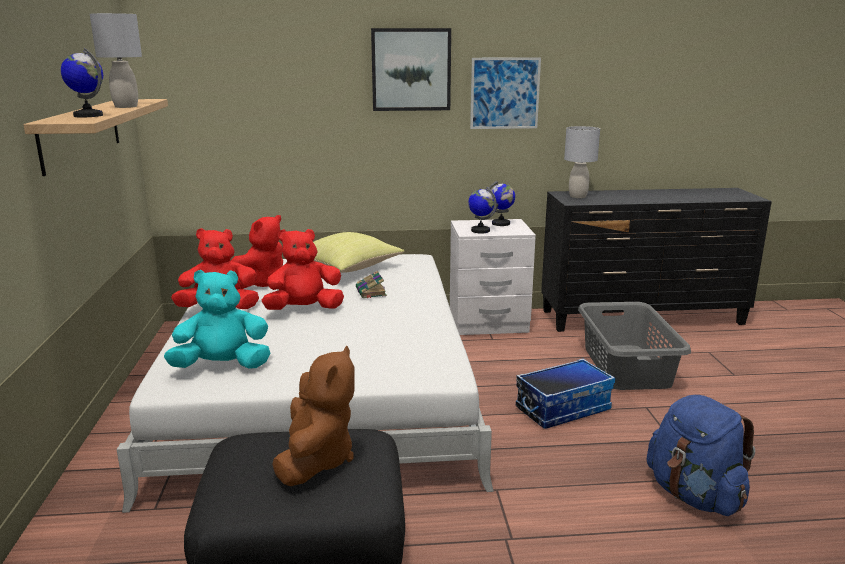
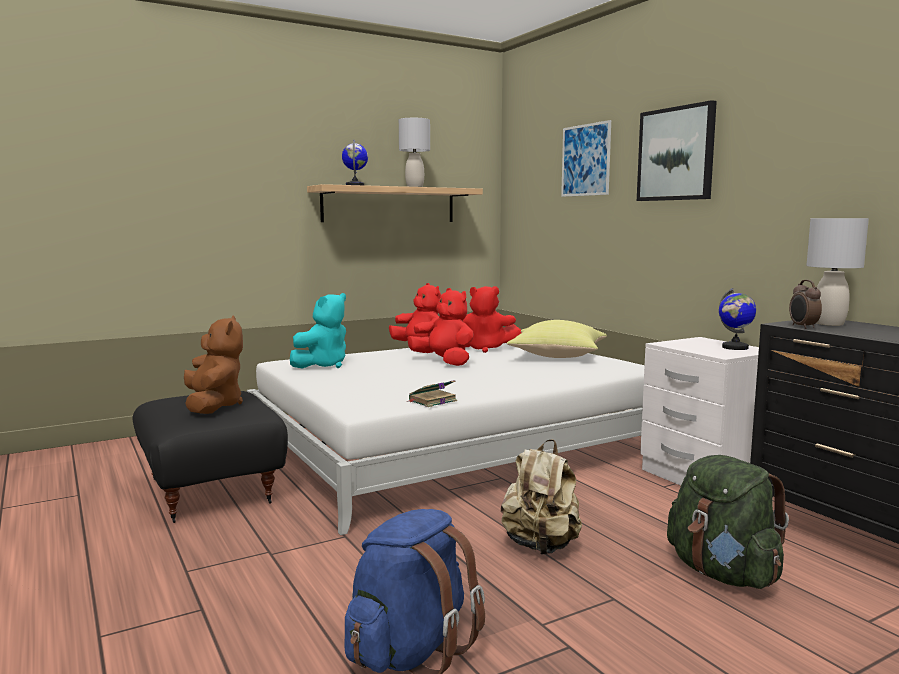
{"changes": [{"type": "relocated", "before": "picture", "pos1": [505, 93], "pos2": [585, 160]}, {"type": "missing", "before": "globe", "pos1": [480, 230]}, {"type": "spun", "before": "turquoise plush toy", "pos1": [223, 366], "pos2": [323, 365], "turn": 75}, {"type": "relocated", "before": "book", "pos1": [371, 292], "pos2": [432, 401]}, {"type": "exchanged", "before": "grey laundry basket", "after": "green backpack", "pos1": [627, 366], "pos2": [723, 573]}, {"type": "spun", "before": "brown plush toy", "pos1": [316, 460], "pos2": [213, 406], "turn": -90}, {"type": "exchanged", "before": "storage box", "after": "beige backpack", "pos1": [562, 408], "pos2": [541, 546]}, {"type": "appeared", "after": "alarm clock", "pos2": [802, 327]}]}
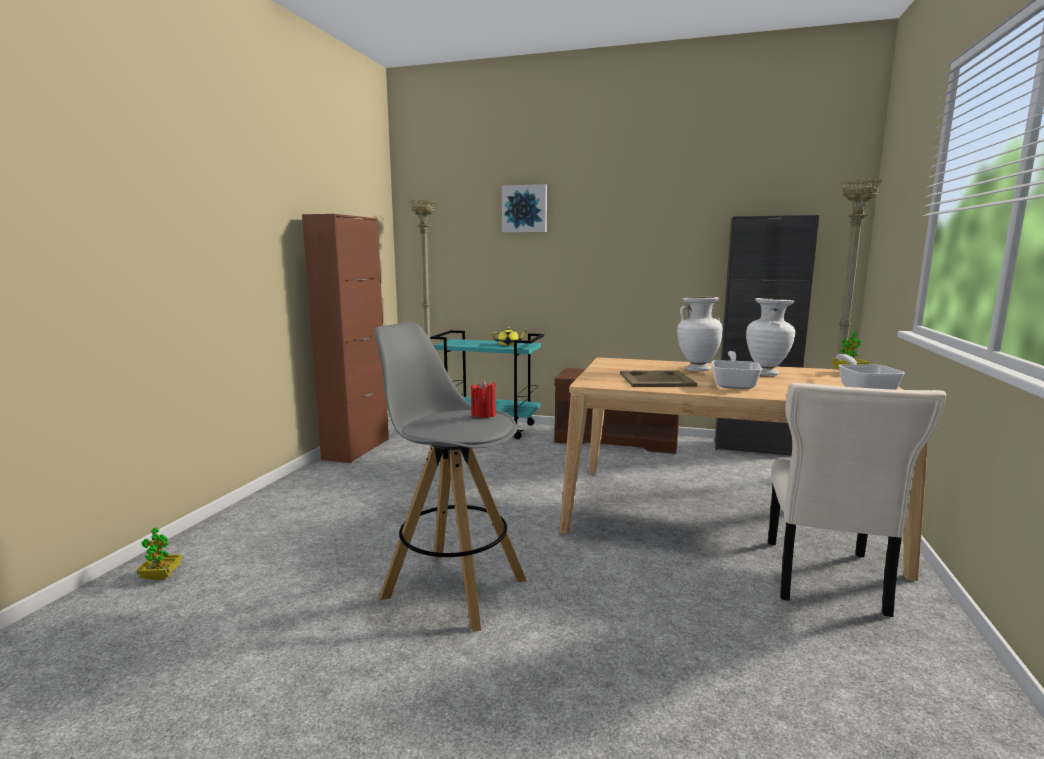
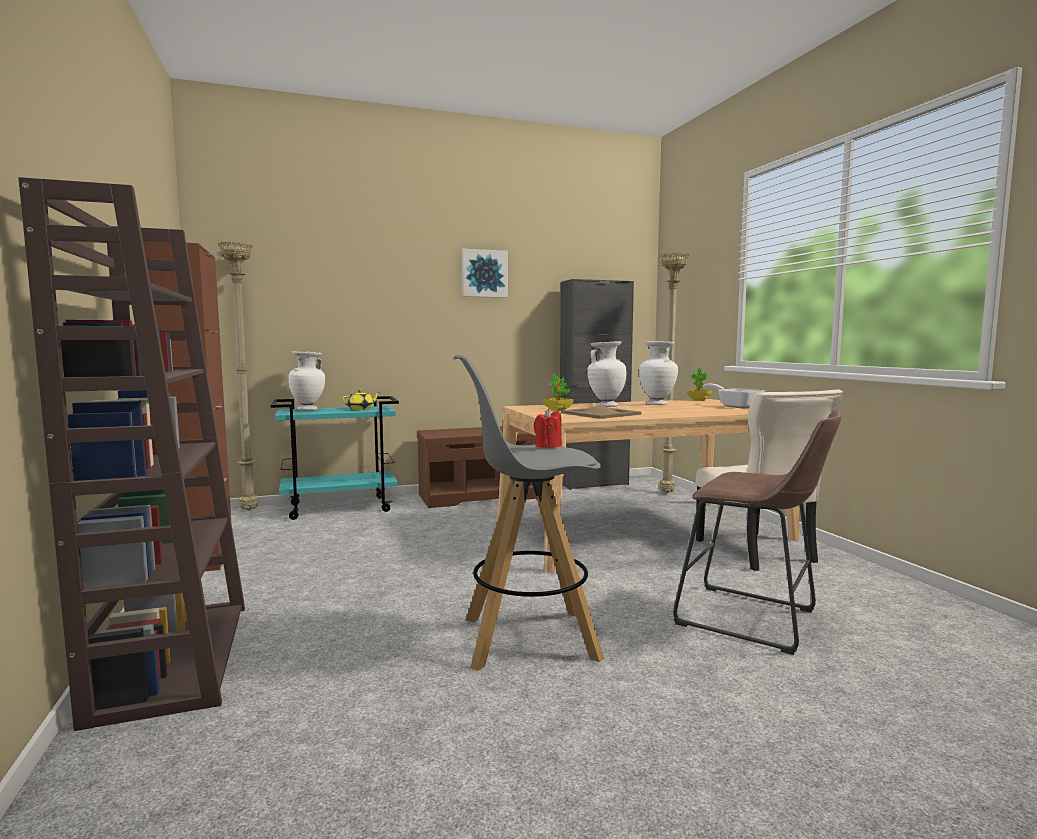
{"changes": [{"type": "relocated", "before": "picture", "pos1": [525, 209], "pos2": [484, 273]}, {"type": "missing", "before": "frying pan", "pos1": [734, 384]}, {"type": "relocated", "before": "potted plant", "pos1": [161, 576], "pos2": [557, 410]}, {"type": "appeared", "after": "brown bookcase", "pos2": [173, 657]}, {"type": "appeared", "after": "white vase", "pos2": [308, 410]}, {"type": "appeared", "after": "brown stool", "pos2": [754, 620]}]}
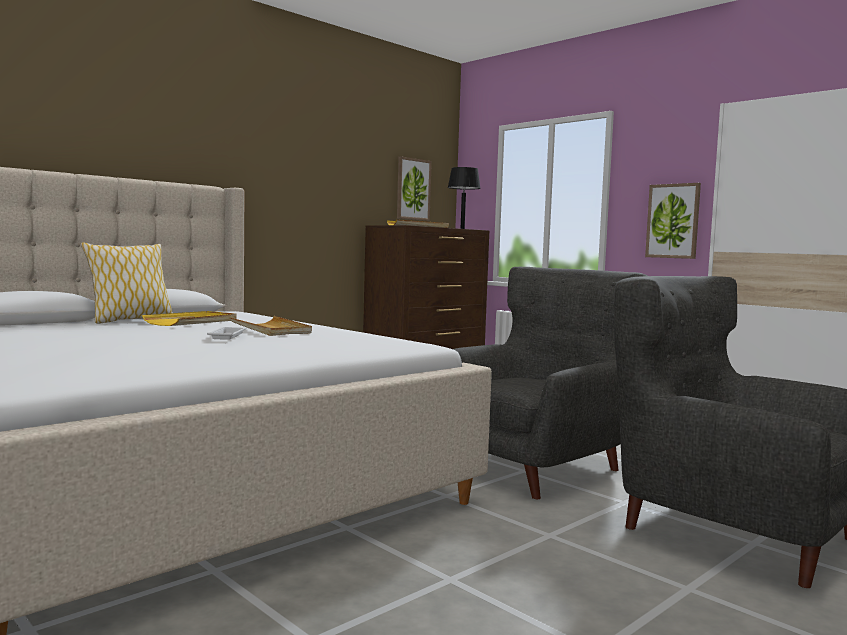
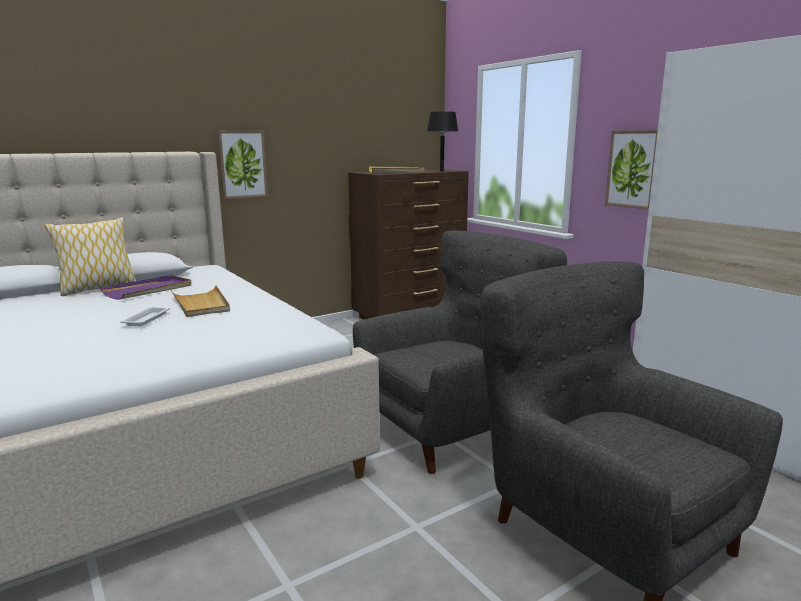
{"changes": [{"type": "relocated", "before": "picture", "pos1": [413, 189], "pos2": [242, 164]}, {"type": "colour", "before": "yellow tray", "after": "purple tray", "pos1": [192, 322], "pos2": [148, 290]}]}
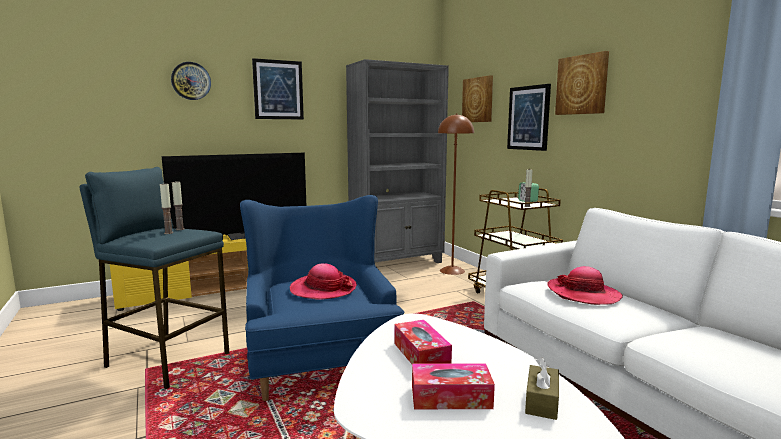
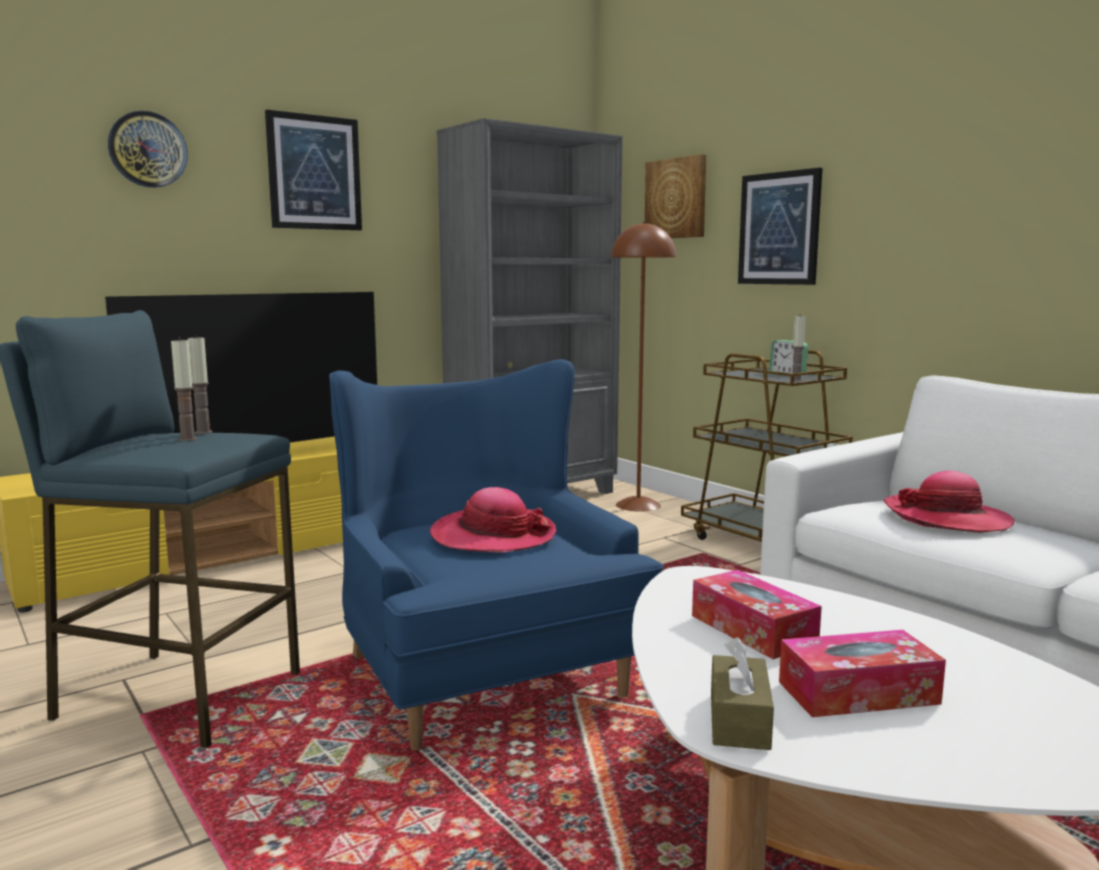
{"changes": [{"type": "missing", "before": "picture", "pos1": [582, 85]}, {"type": "relocated", "before": "brown tissue box", "pos1": [542, 401], "pos2": [739, 720]}]}
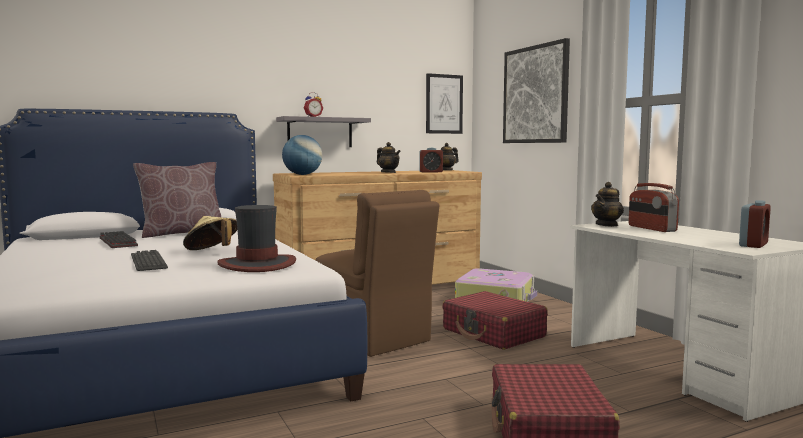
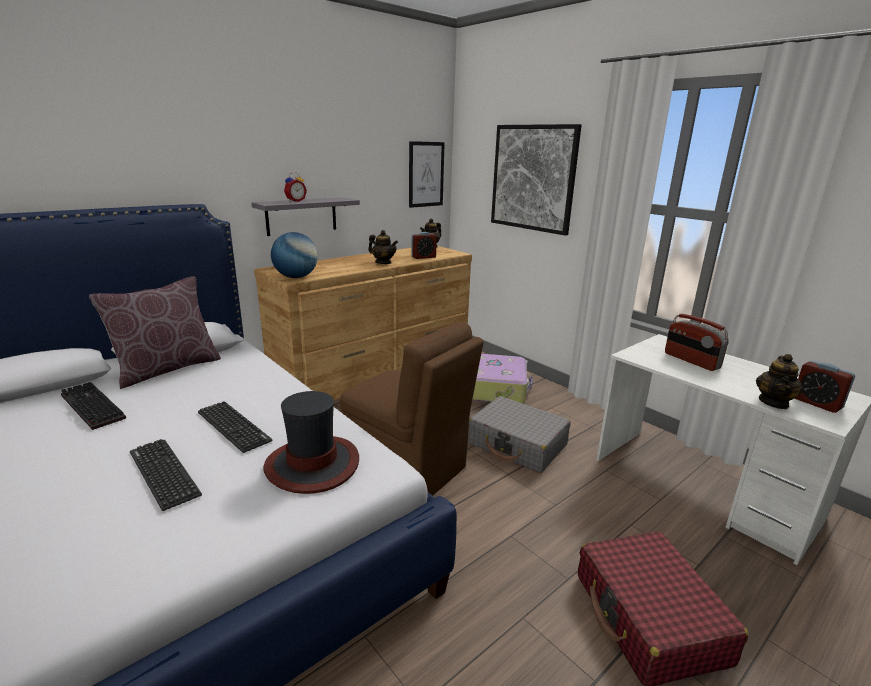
{"changes": [{"type": "relocated", "before": "teapot", "pos1": [607, 225], "pos2": [774, 402]}, {"type": "spun", "before": "alarm clock", "pos1": [753, 245], "pos2": [816, 403], "turn": 120}, {"type": "exchanged", "before": "beige hat", "after": "keyboard", "pos1": [212, 251], "pos2": [233, 426]}, {"type": "colour", "before": "red suitcase", "after": "grey suitcase", "pos1": [493, 333], "pos2": [517, 445]}]}
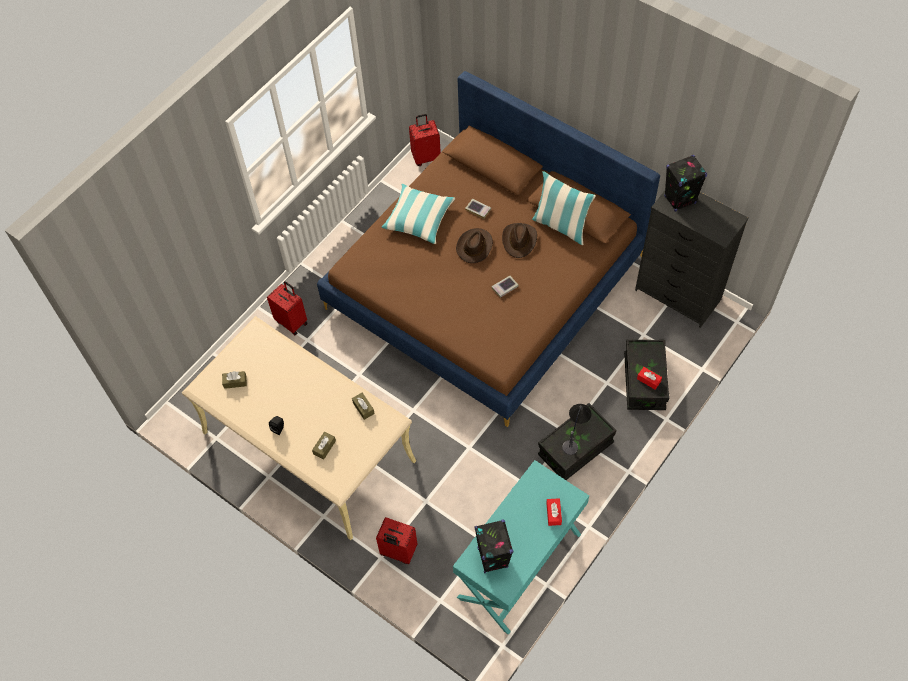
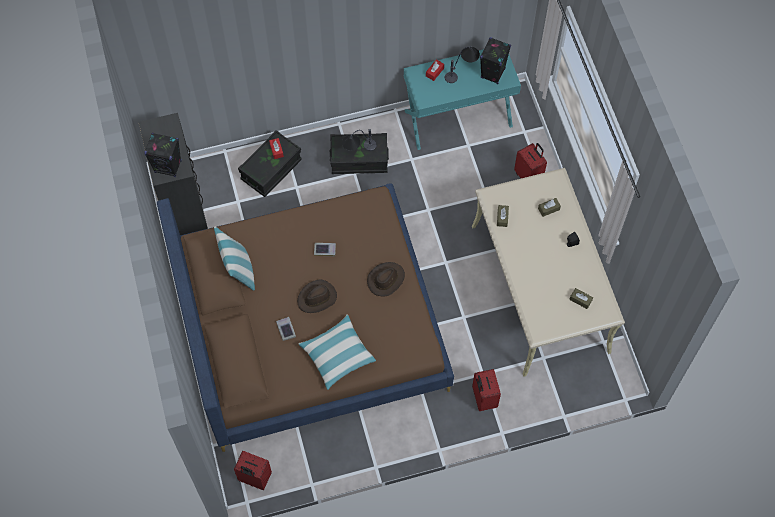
{"changes": [{"type": "relocated", "before": "brown hat", "pos1": [519, 240], "pos2": [386, 279]}, {"type": "appeared", "after": "table lamp", "pos2": [462, 71]}]}
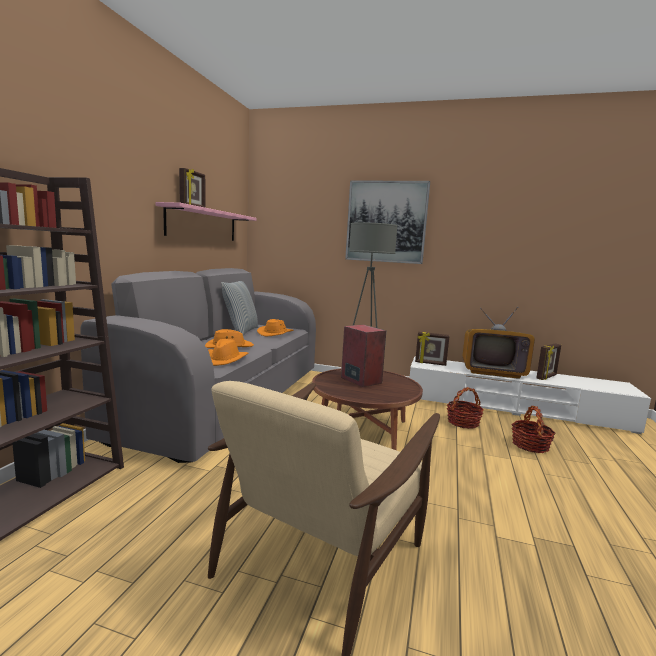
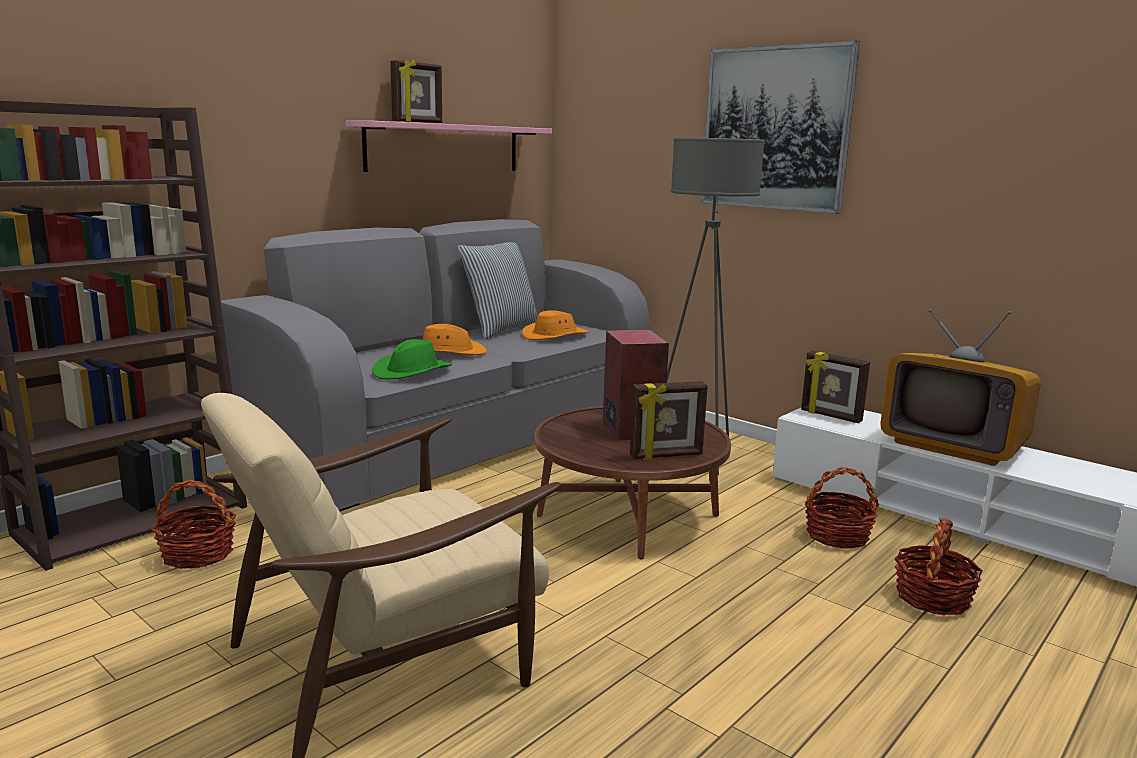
{"changes": [{"type": "colour", "before": "orange hat", "after": "green hat", "pos1": [224, 359], "pos2": [412, 371]}, {"type": "relocated", "before": "picture frame", "pos1": [547, 377], "pos2": [666, 456]}, {"type": "appeared", "after": "basket", "pos2": [197, 554]}]}
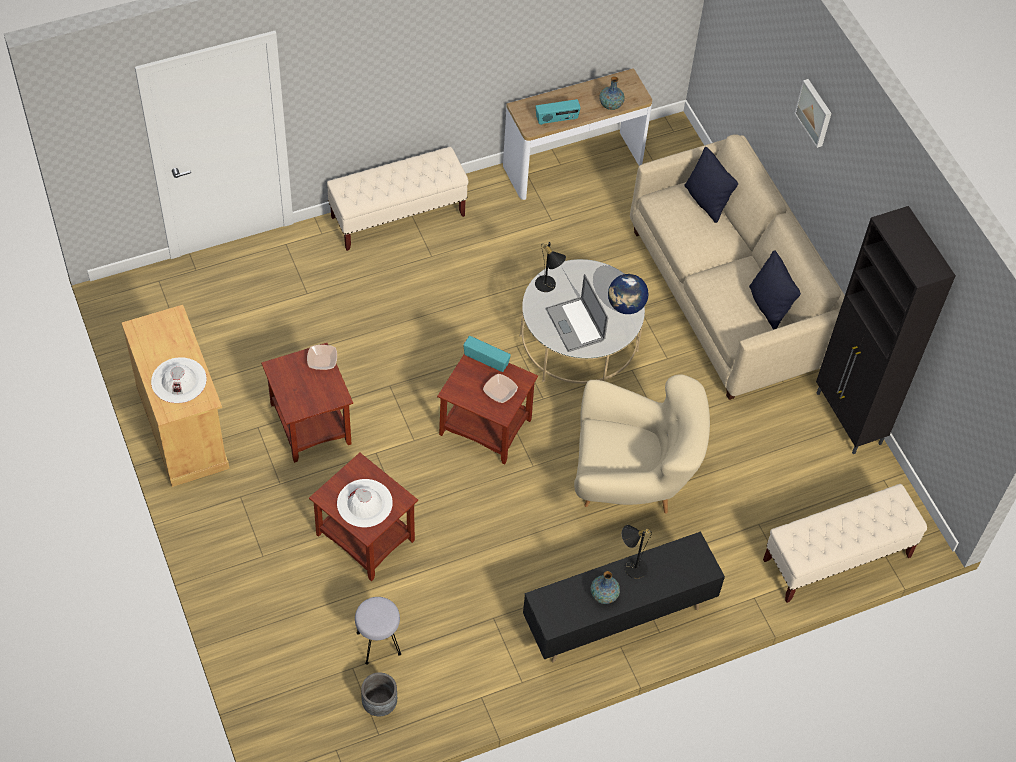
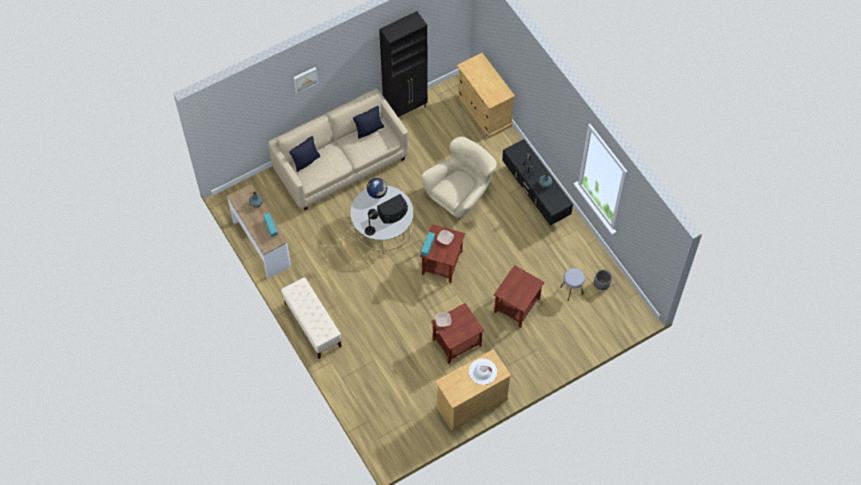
{"changes": [{"type": "exchanged", "before": "laptop", "after": "black speaker", "pos1": [575, 324], "pos2": [393, 214]}, {"type": "spun", "before": "beige armchair", "pos1": [631, 481], "pos2": [460, 196], "turn": 45}, {"type": "missing", "before": "white hat", "pos1": [364, 503]}, {"type": "exchanged", "before": "beige bench", "after": "beige cabinet", "pos1": [836, 559], "pos2": [484, 111]}]}
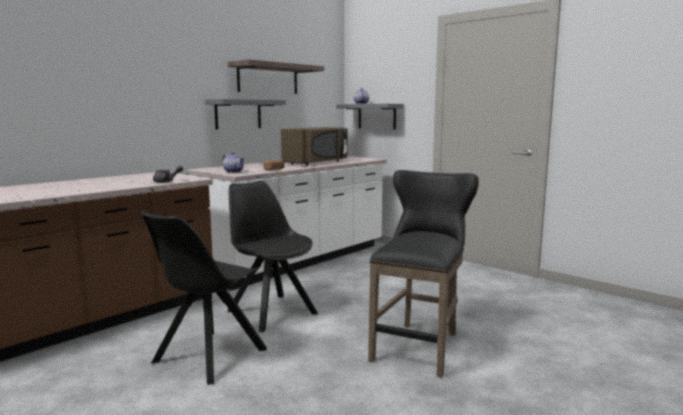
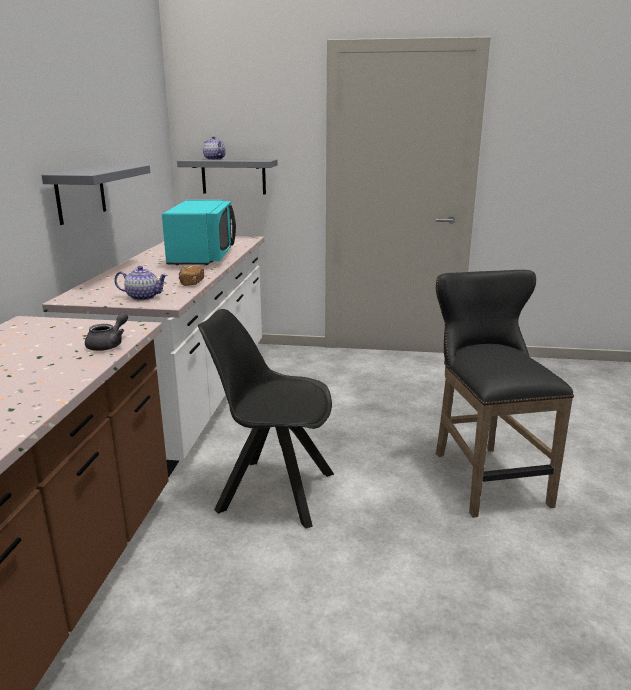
{"changes": [{"type": "missing", "before": "shelf", "pos1": [268, 79]}, {"type": "colour", "before": "brown microwave", "after": "turquoise microwave", "pos1": [317, 163], "pos2": [203, 256]}, {"type": "missing", "before": "black chair", "pos1": [207, 357]}]}
